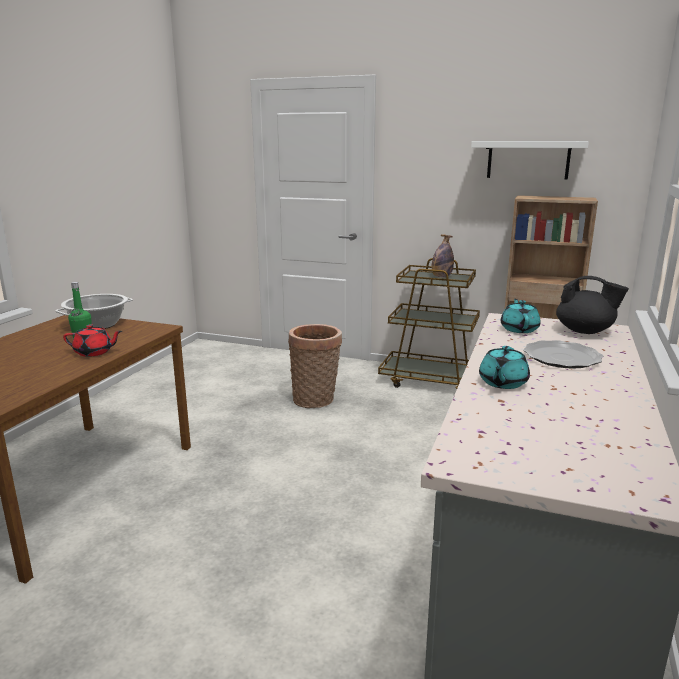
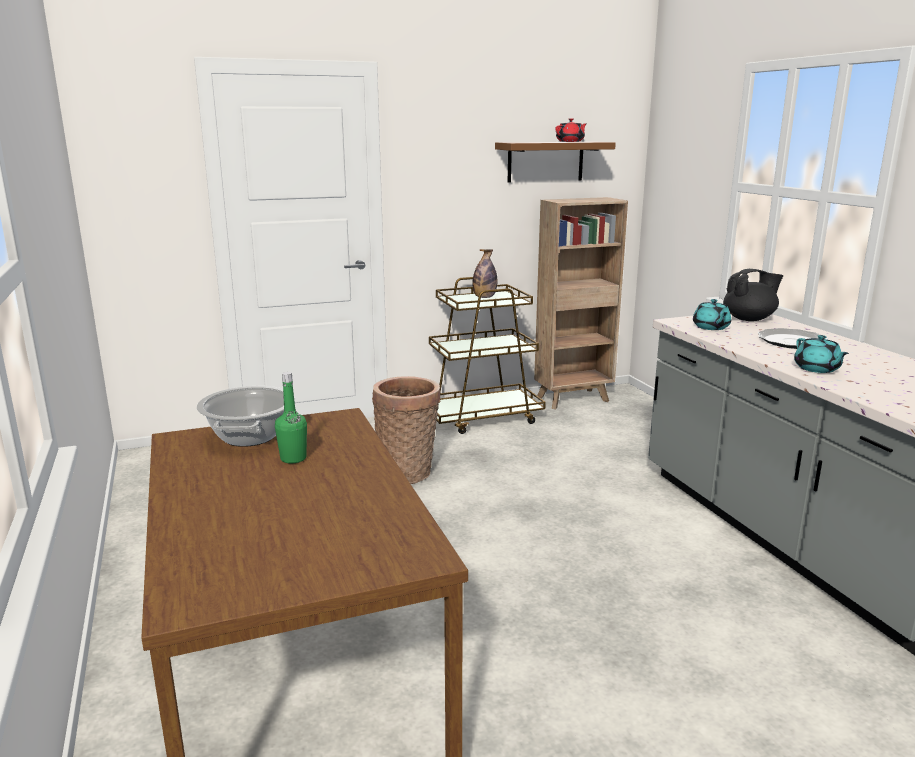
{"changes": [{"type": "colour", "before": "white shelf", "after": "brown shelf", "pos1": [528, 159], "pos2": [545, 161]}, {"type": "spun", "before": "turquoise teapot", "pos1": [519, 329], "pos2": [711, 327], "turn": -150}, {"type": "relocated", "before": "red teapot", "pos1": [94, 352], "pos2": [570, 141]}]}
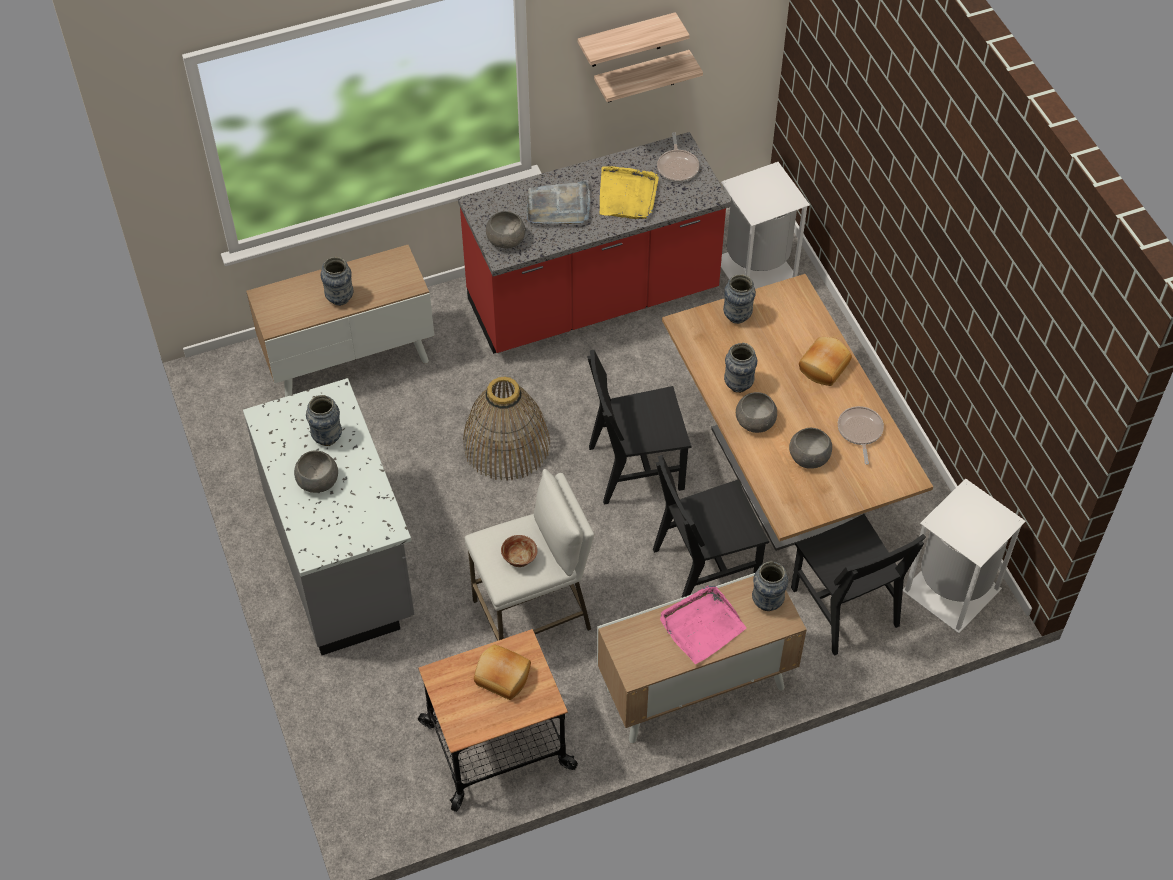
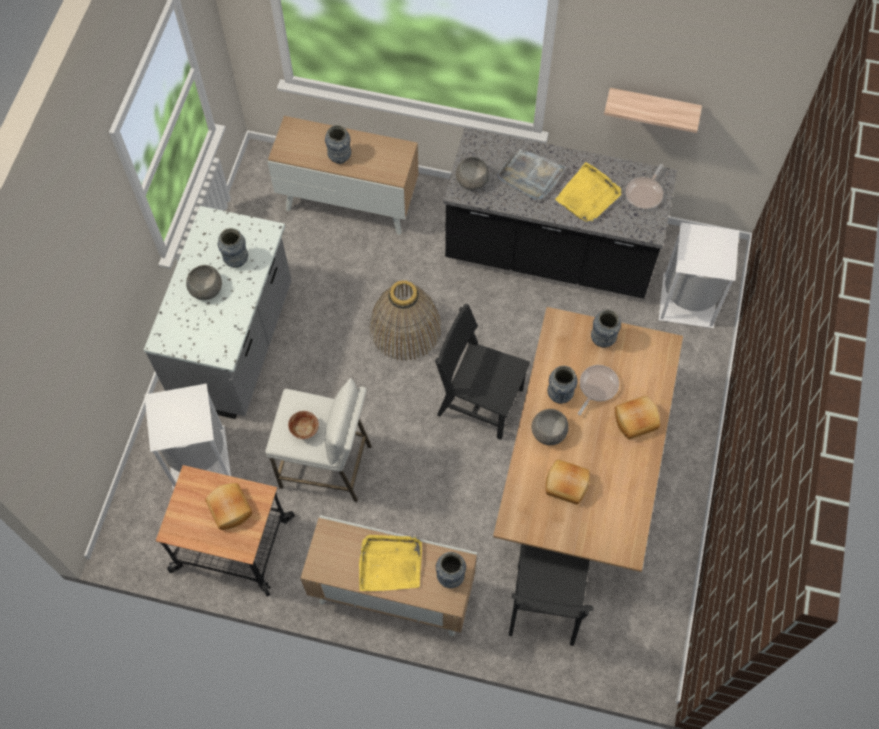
{"changes": [{"type": "missing", "before": "shelf", "pos1": [626, 41]}, {"type": "colour", "before": "red counter", "after": "black counter", "pos1": [593, 299], "pos2": [549, 254]}, {"type": "relocated", "before": "frying pan", "pos1": [860, 431], "pos2": [597, 387]}, {"type": "exchanged", "before": "grey bowl", "after": "bread", "pos1": [809, 457], "pos2": [566, 486]}, {"type": "missing", "before": "black chair", "pos1": [705, 566]}, {"type": "relocated", "before": "white trash can", "pos1": [949, 590], "pos2": [197, 456]}, {"type": "colour", "before": "pink tray", "after": "yellow tray", "pos1": [702, 626], "pos2": [390, 564]}]}
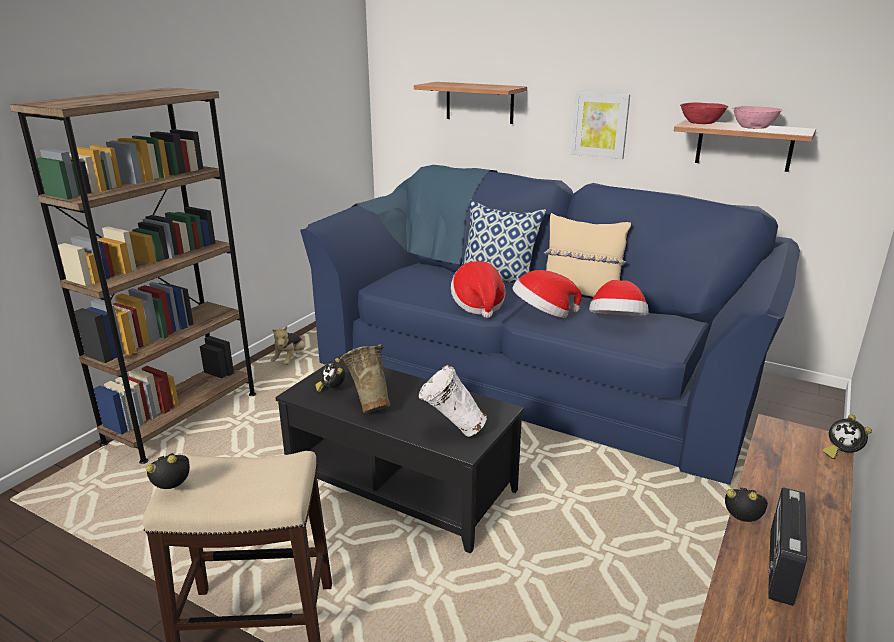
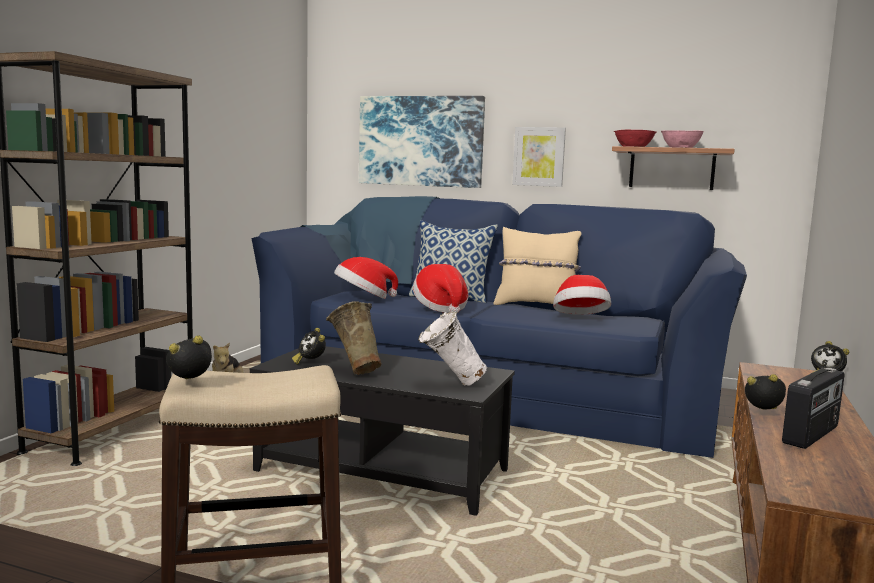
{"changes": [{"type": "exchanged", "before": "shelf", "after": "picture", "pos1": [479, 102], "pos2": [420, 141]}, {"type": "relocated", "before": "hat", "pos1": [543, 314], "pos2": [363, 298]}, {"type": "spun", "before": "radio", "pos1": [779, 567], "pos2": [812, 435], "turn": -150}]}
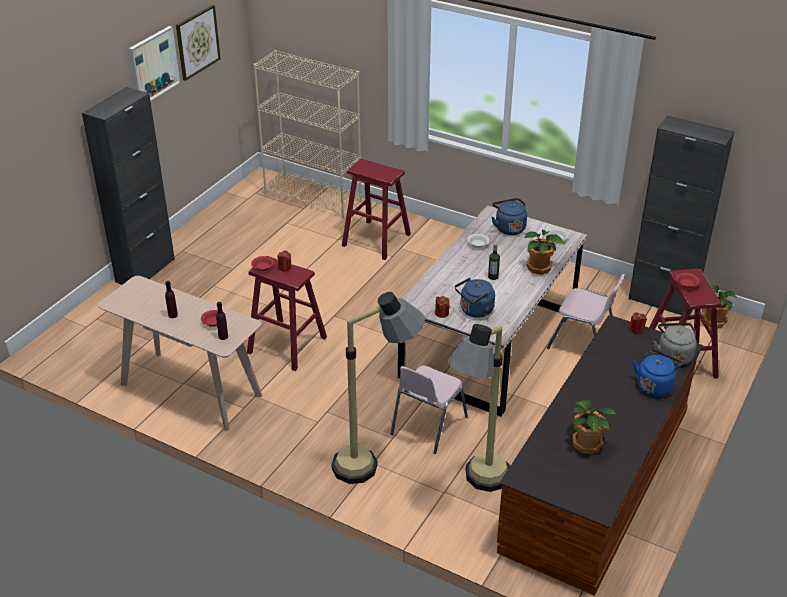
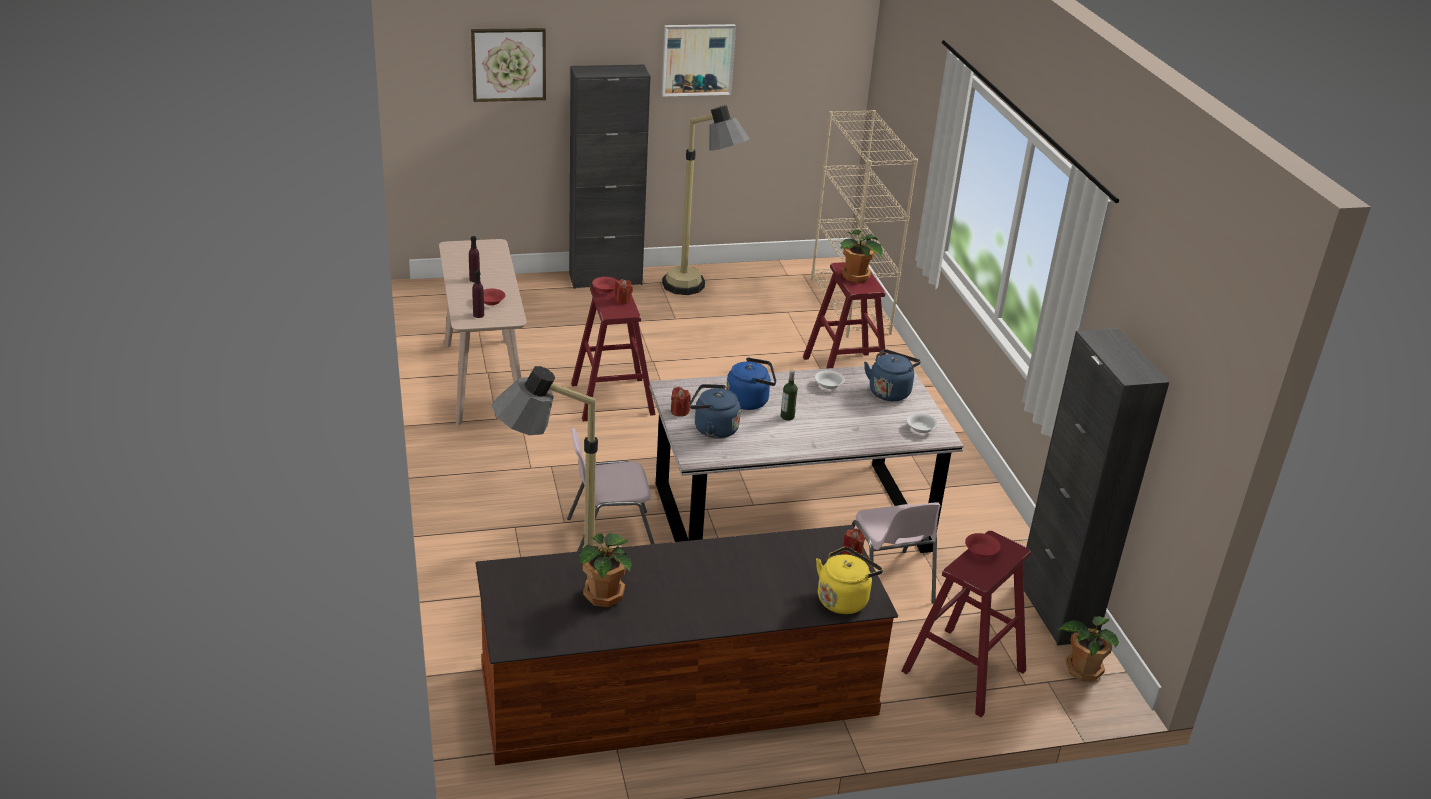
{"changes": [{"type": "relocated", "before": "picture", "pos1": [197, 42], "pos2": [508, 64]}, {"type": "relocated", "before": "potted plant", "pos1": [540, 268], "pos2": [856, 277]}, {"type": "relocated", "before": "floor lamp", "pos1": [376, 465], "pos2": [698, 292]}, {"type": "colour", "before": "grey kettle", "after": "yellow kettle", "pos1": [673, 355], "pos2": [844, 599]}, {"type": "relocated", "before": "blue kettle", "pos1": [654, 385], "pos2": [750, 401]}]}
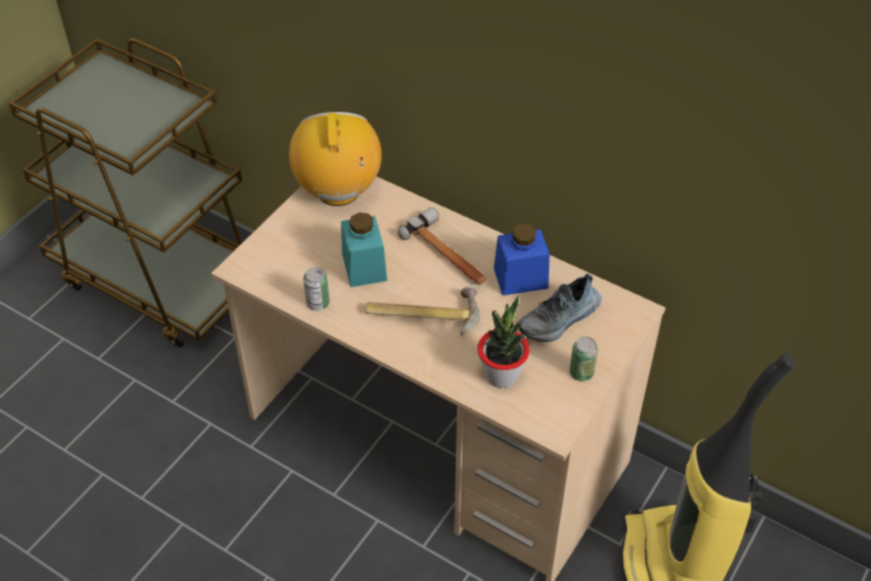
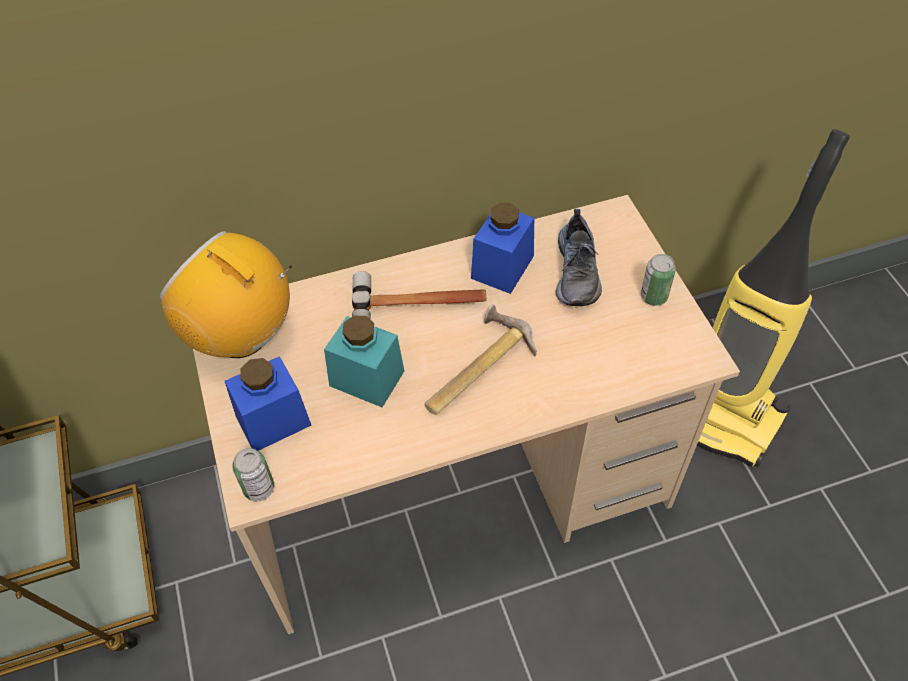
{"changes": [{"type": "relocated", "before": "can", "pos1": [318, 303], "pos2": [259, 488]}, {"type": "missing", "before": "potted plant", "pos1": [501, 375]}, {"type": "appeared", "after": "blue jar", "pos2": [273, 420]}]}
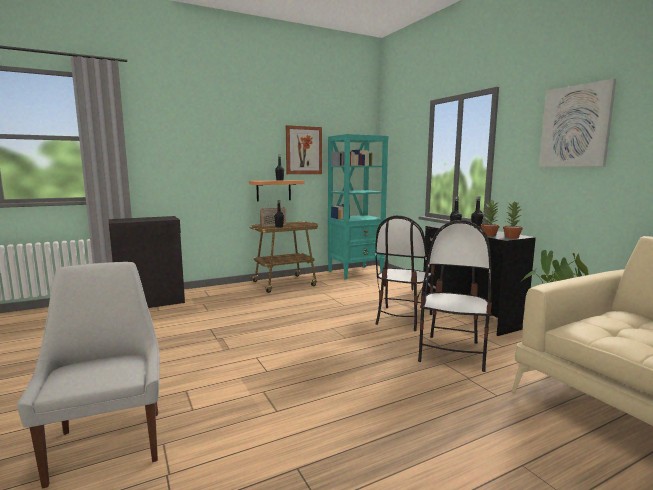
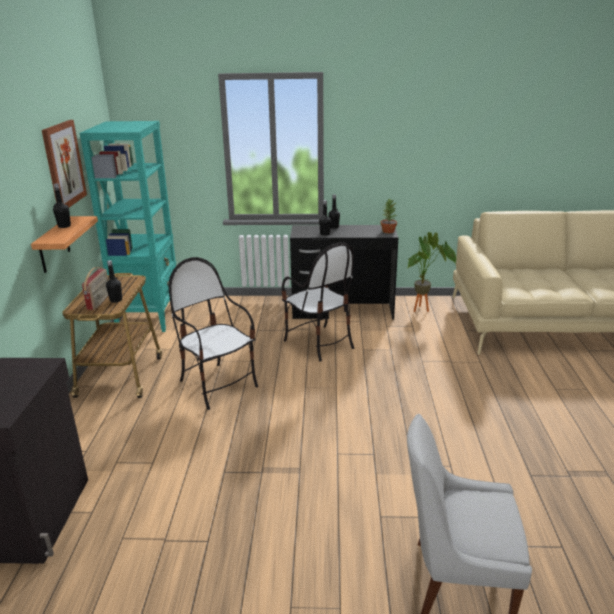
{"changes": [{"type": "missing", "before": "picture", "pos1": [575, 126]}, {"type": "missing", "before": "potted plant", "pos1": [489, 235]}, {"type": "relocated", "before": "chair", "pos1": [452, 353], "pos2": [217, 385]}]}
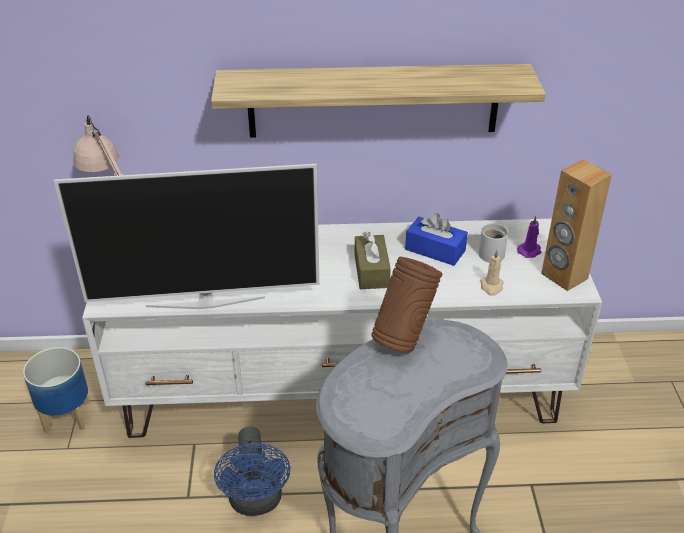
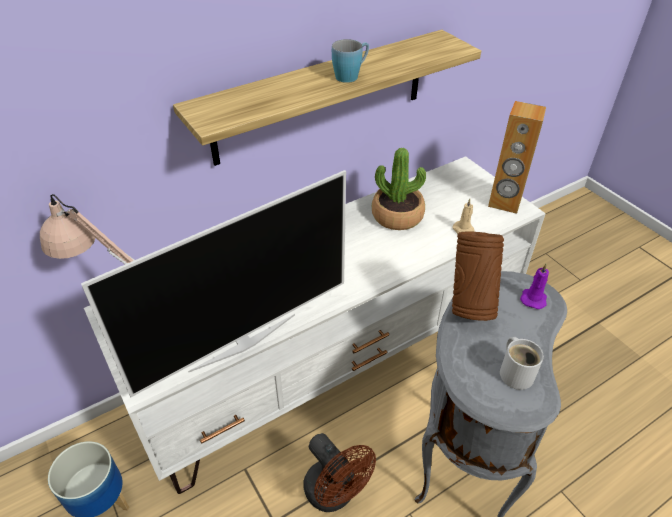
{"changes": [{"type": "exchanged", "before": "blue tissue box", "after": "potted plant", "pos1": [435, 250], "pos2": [397, 215]}, {"type": "relocated", "before": "purple candle", "pos1": [530, 251], "pos2": [533, 298]}, {"type": "relocated", "before": "white mug", "pos1": [493, 253], "pos2": [516, 372]}, {"type": "missing", "before": "brown tissue box", "pos1": [371, 271]}, {"type": "colour", "before": "blue fan", "after": "brown fan", "pos1": [256, 502], "pos2": [335, 494]}, {"type": "appeared", "after": "blue mug", "pos2": [351, 75]}]}
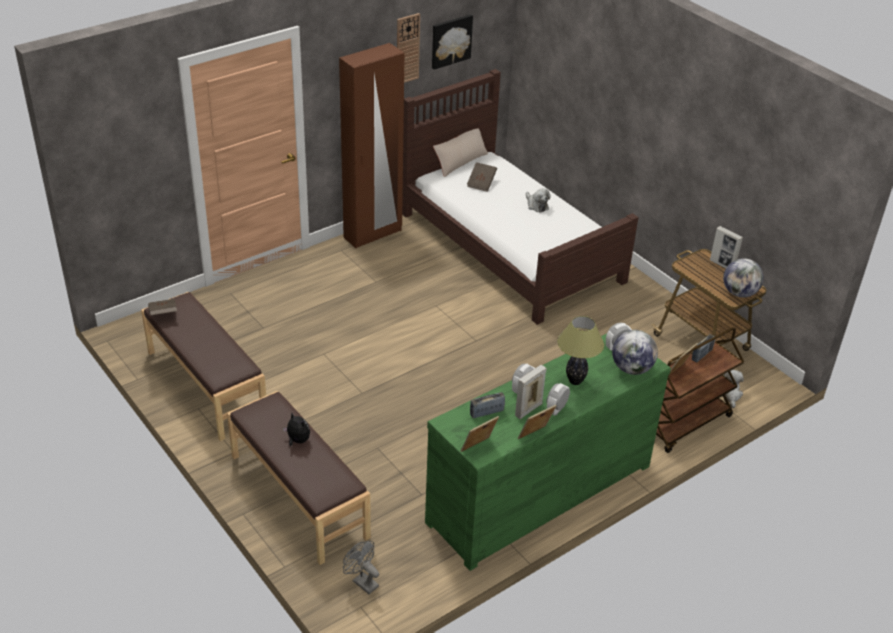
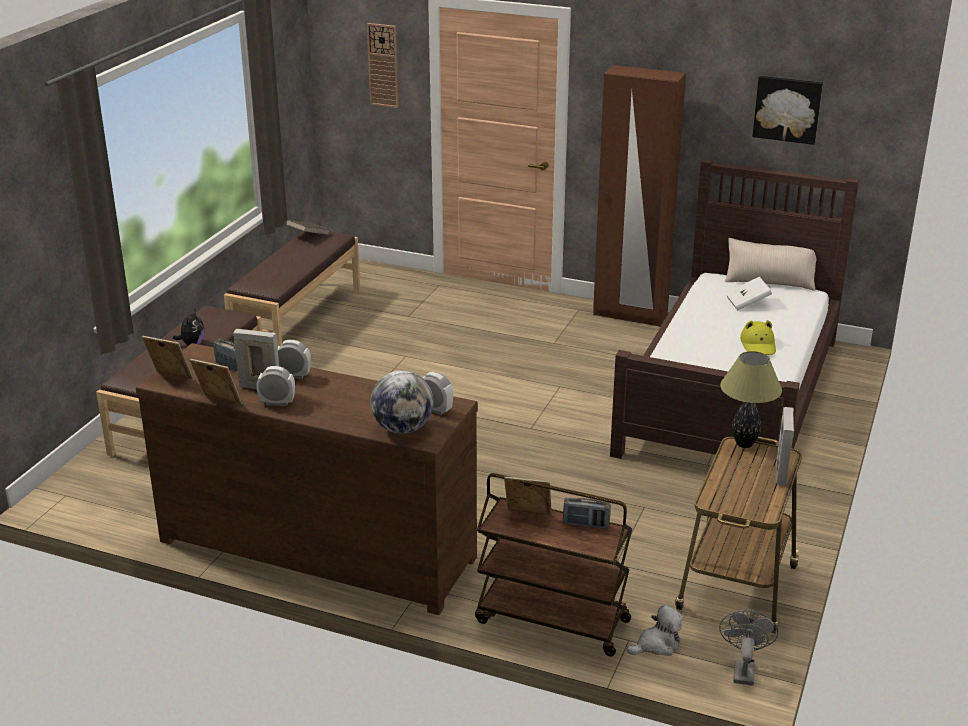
{"changes": [{"type": "relocated", "before": "wall clock", "pos1": [407, 48], "pos2": [383, 65]}, {"type": "colour", "before": "brown book", "after": "white book", "pos1": [481, 183], "pos2": [747, 303]}, {"type": "exchanged", "before": "plush toy", "after": "yellow hat", "pos1": [536, 205], "pos2": [758, 345]}, {"type": "missing", "before": "globe", "pos1": [739, 293]}, {"type": "relocated", "before": "table lamp", "pos1": [575, 381], "pos2": [744, 444]}, {"type": "colour", "before": "green dresser", "after": "brown dresser", "pos1": [538, 493], "pos2": [317, 547]}, {"type": "relocated", "before": "grey fan", "pos1": [362, 581], "pos2": [743, 669]}]}
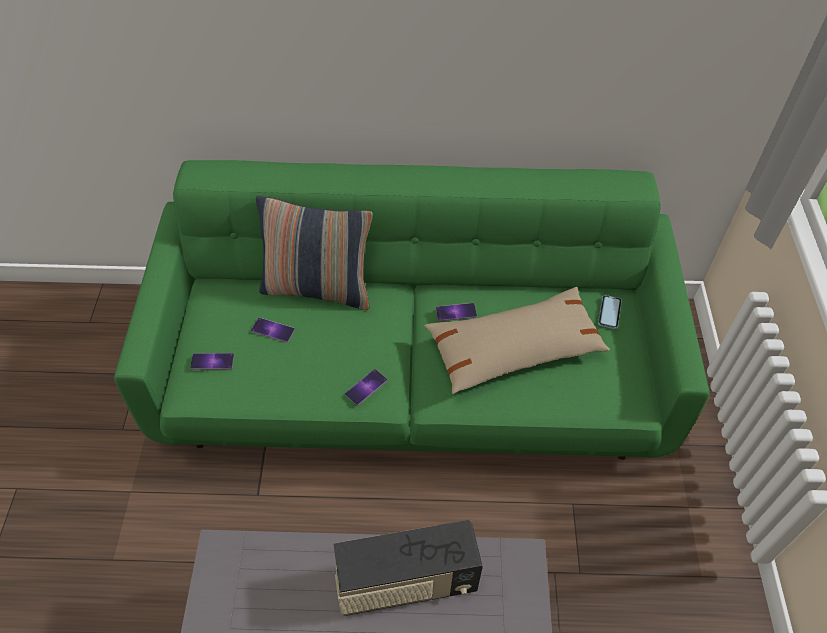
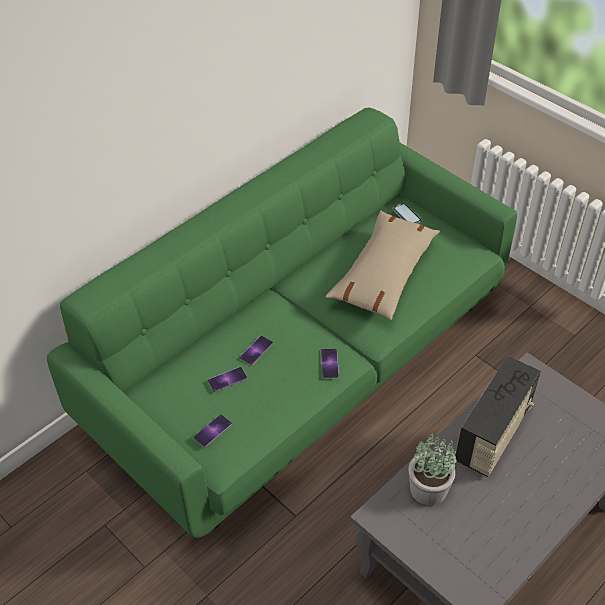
{"changes": [{"type": "missing", "before": "pillow", "pos1": [318, 289]}, {"type": "relocated", "before": "phone", "pos1": [456, 312], "pos2": [256, 350]}, {"type": "appeared", "after": "potted plant", "pos2": [428, 489]}]}
